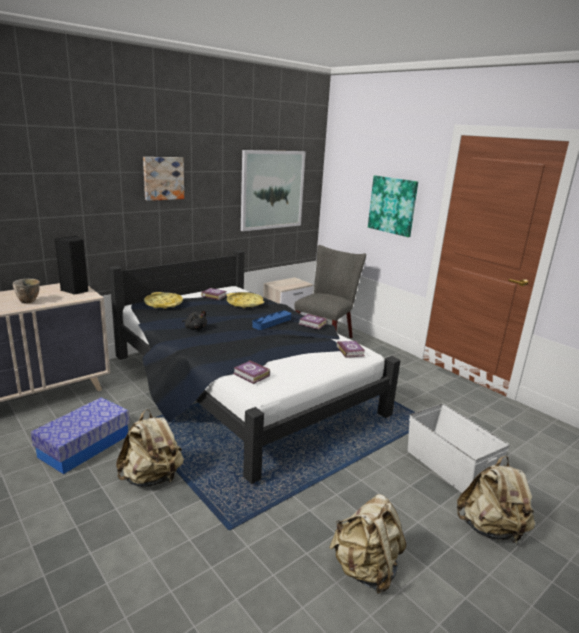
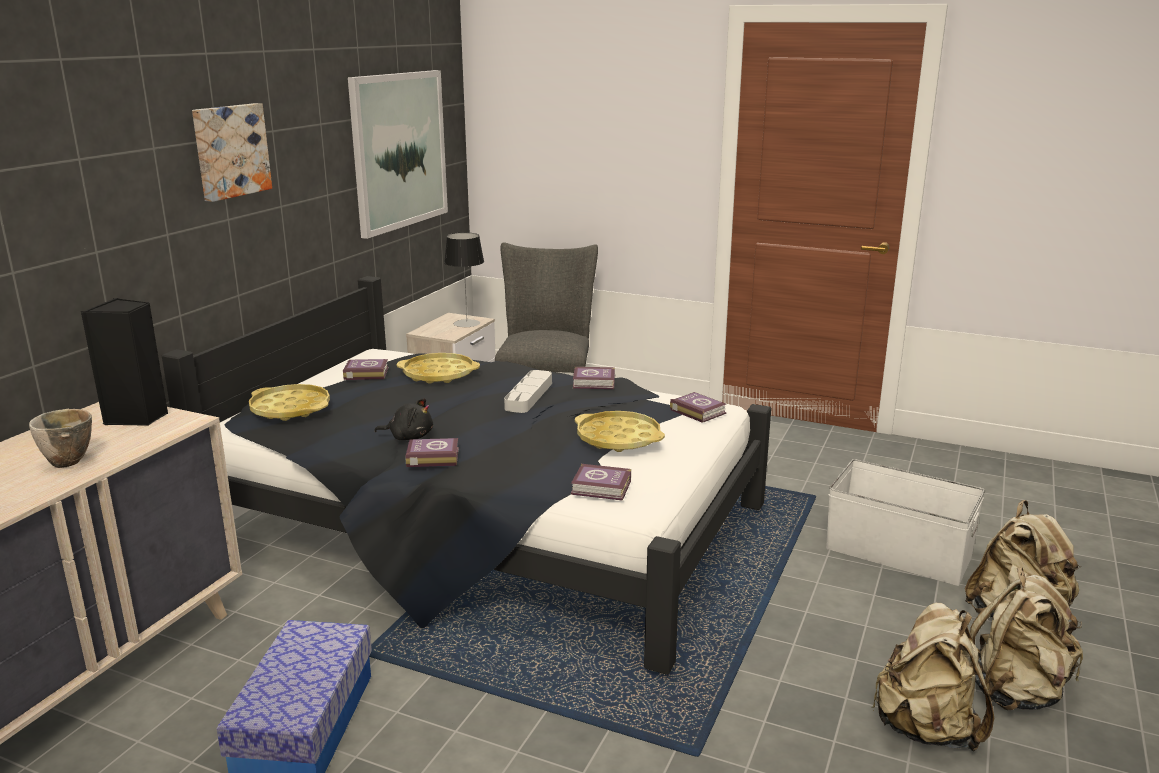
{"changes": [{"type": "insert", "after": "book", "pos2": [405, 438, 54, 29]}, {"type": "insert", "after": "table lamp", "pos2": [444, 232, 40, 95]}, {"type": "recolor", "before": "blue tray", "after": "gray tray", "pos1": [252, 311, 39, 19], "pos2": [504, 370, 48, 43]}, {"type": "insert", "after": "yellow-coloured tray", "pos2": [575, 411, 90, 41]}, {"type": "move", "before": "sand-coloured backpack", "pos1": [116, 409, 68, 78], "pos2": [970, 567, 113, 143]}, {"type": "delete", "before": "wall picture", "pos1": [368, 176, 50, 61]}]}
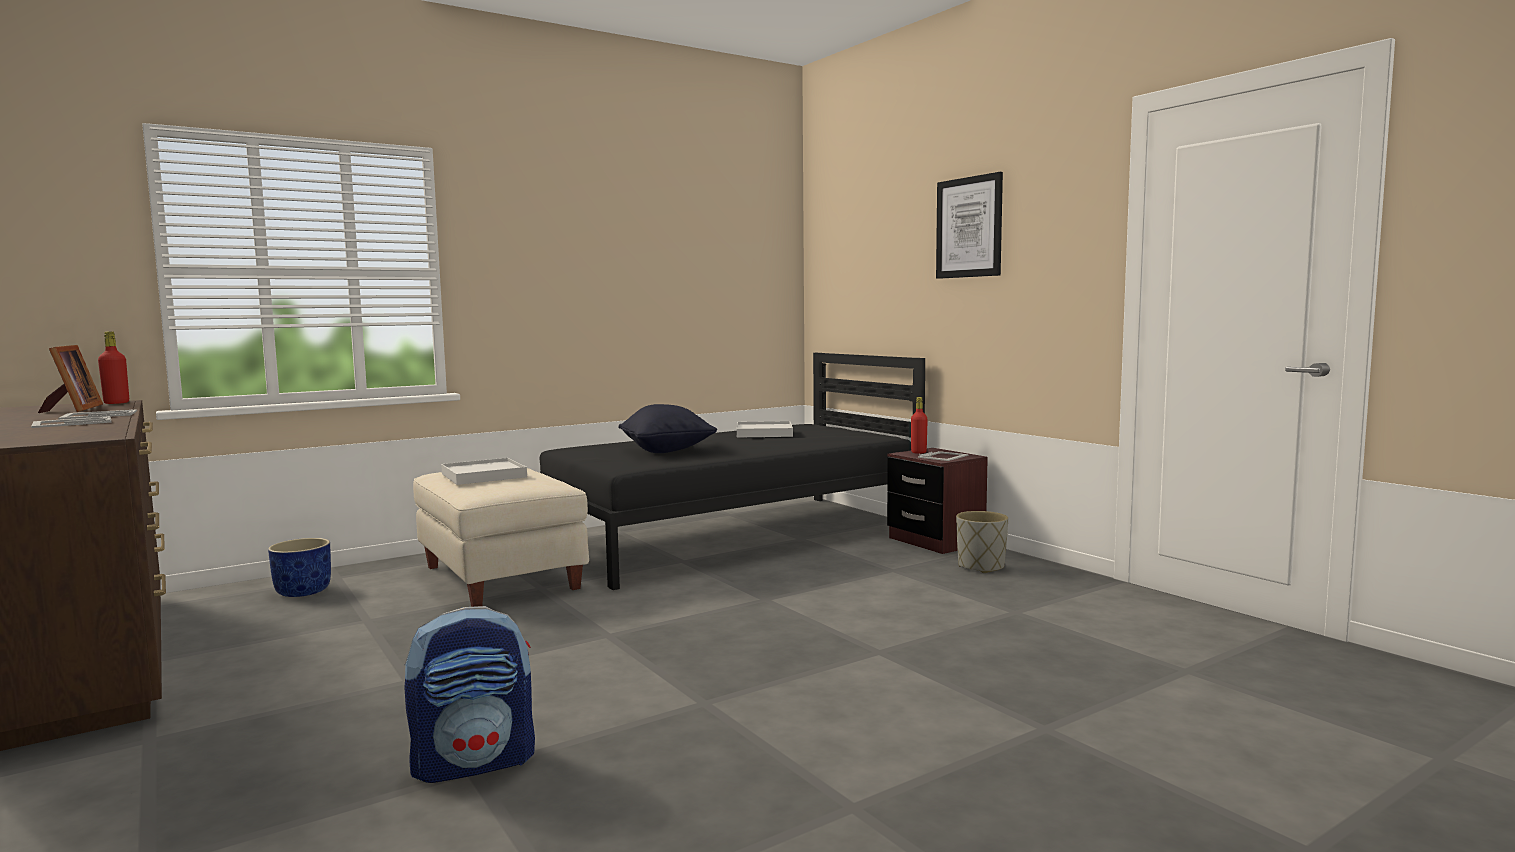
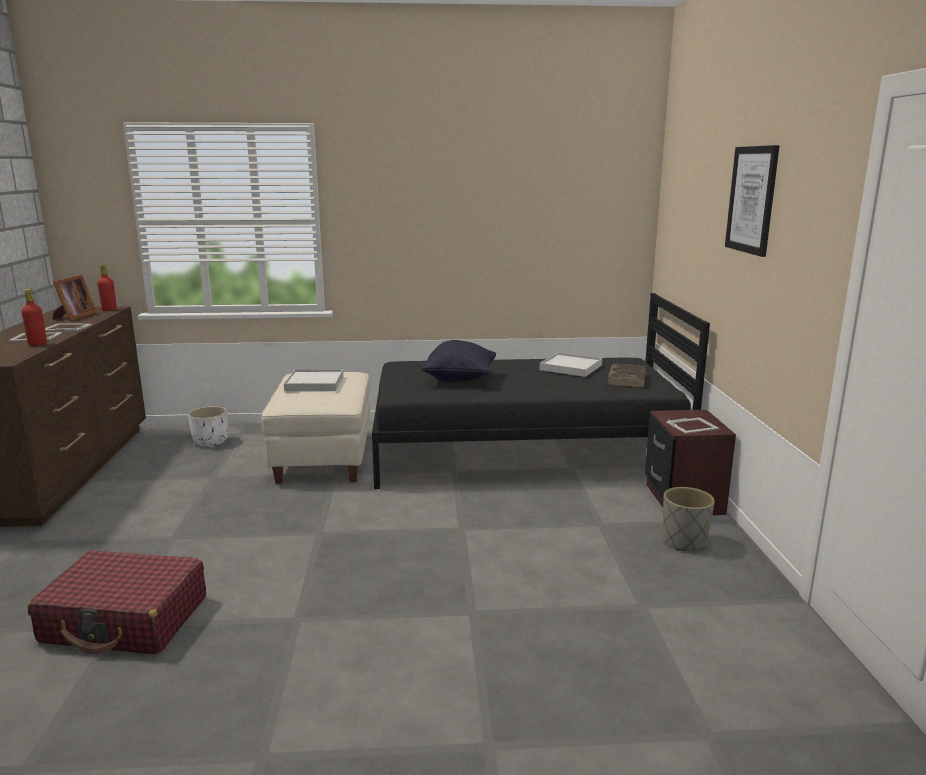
{"changes": [{"type": "move", "before": "reddish bottle", "pos1": [911, 397, 17, 57], "pos2": [21, 289, 26, 57]}, {"type": "replace", "before": "backpack", "after": "reddish suitcase", "pos1": [404, 606, 131, 177], "pos2": [27, 550, 179, 104]}, {"type": "recolor", "before": "blue plant pot", "after": "white-coloured plant pot", "pos1": [268, 538, 63, 59], "pos2": [188, 406, 40, 40]}, {"type": "insert", "after": "brown-coloured book", "pos2": [607, 364, 39, 23]}]}
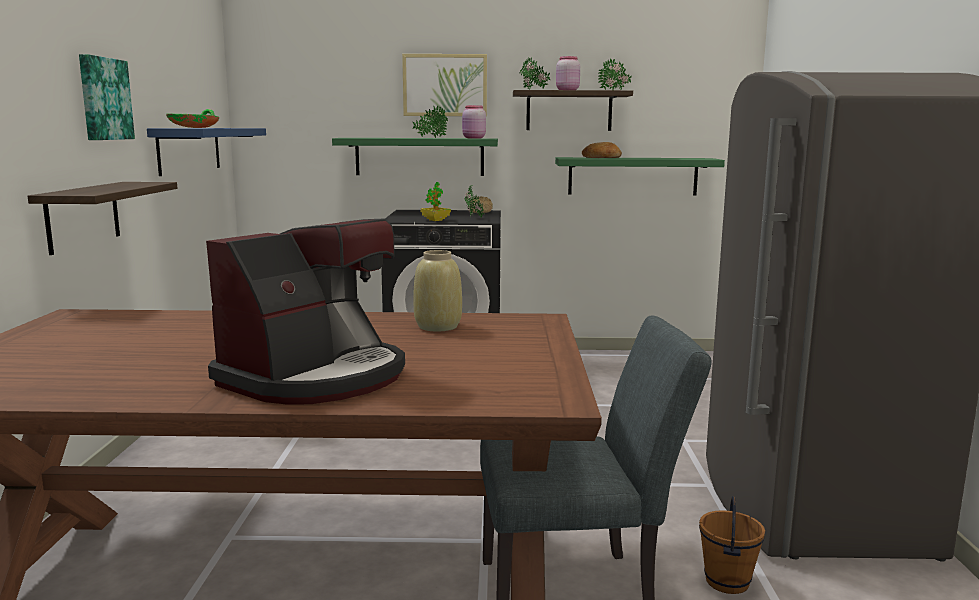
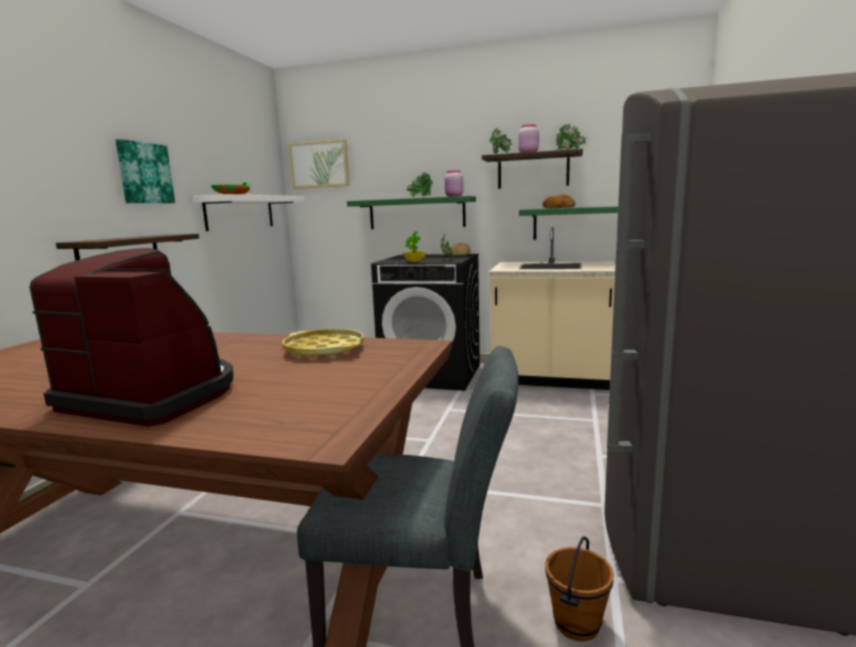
{"changes": [{"type": "rotate", "before": "coffee brewer", "pos1": [206, 219, 199, 186], "pos2": [30, 248, 204, 179], "turn": -120}, {"type": "recolor", "before": "blue wall shelf", "after": "white-coloured wall shelf", "pos1": [147, 128, 119, 48], "pos2": [192, 194, 112, 37]}, {"type": "replace", "before": "sand-coloured decorative vase", "after": "yellow-coloured tray", "pos1": [413, 250, 49, 82], "pos2": [282, 329, 82, 30]}, {"type": "move", "before": "wall picture", "pos1": [402, 54, 85, 62], "pos2": [289, 139, 60, 50]}, {"type": "insert", "after": "sand-coloured kitchen base unit", "pos2": [489, 226, 126, 164]}]}
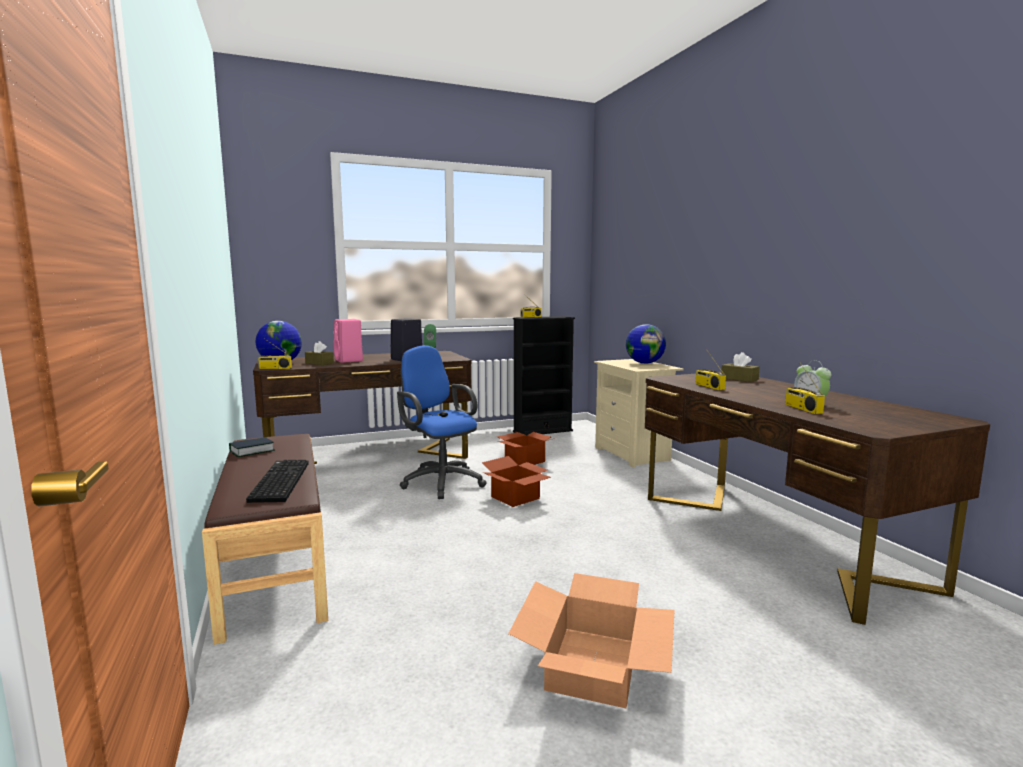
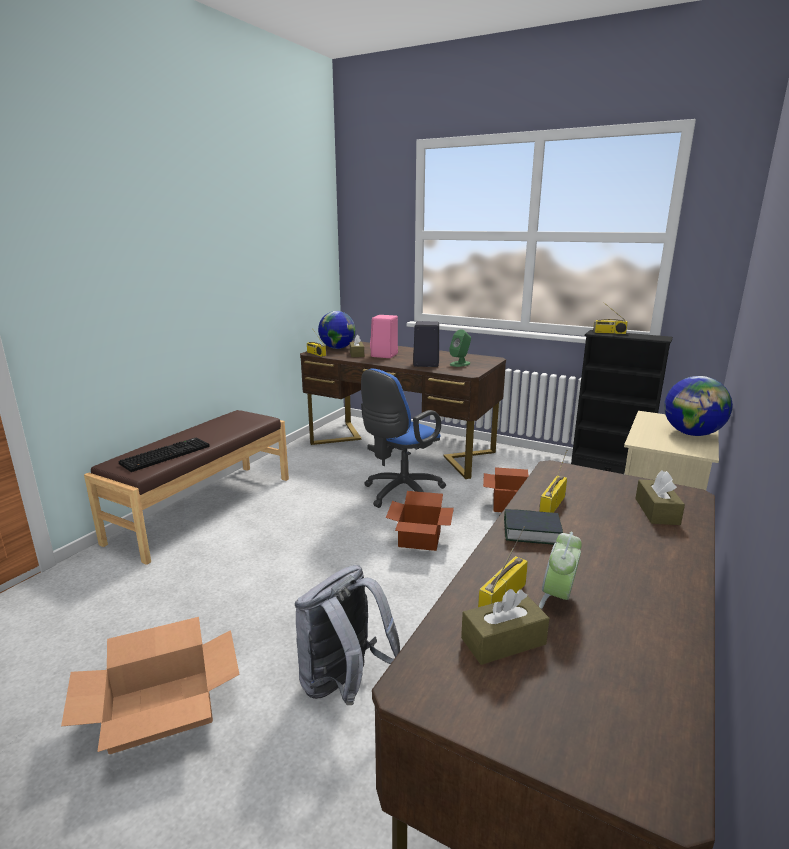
{"changes": [{"type": "insert", "after": "gray backpack", "pos2": [295, 565, 105, 140]}, {"type": "rotate", "before": "blue desk chair", "pos1": [397, 345, 90, 154], "pos2": [361, 369, 85, 139], "turn": -150}, {"type": "insert", "after": "brown-coloured box of tissues", "pos2": [461, 589, 88, 76]}, {"type": "move", "before": "book", "pos1": [229, 437, 46, 20], "pos2": [504, 509, 59, 36]}]}
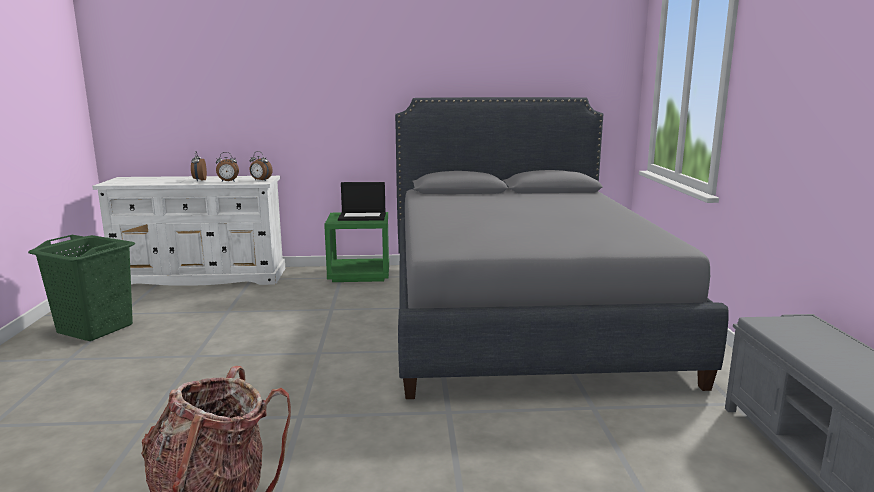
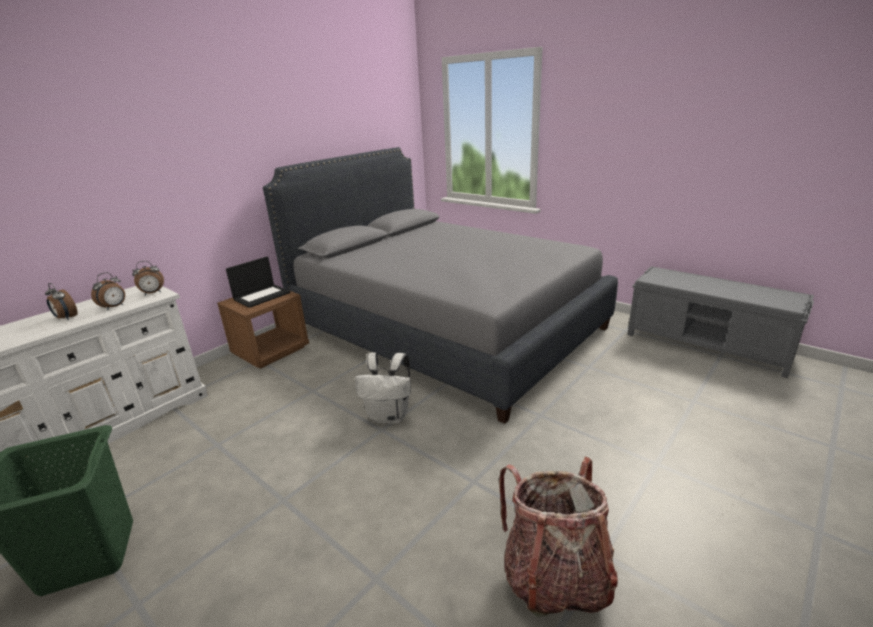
{"changes": [{"type": "recolor", "before": "green night table", "after": "brown-coloured night table", "pos1": [324, 212, 65, 70], "pos2": [217, 289, 92, 79]}, {"type": "insert", "after": "white-coloured backpack", "pos2": [355, 352, 56, 72]}]}
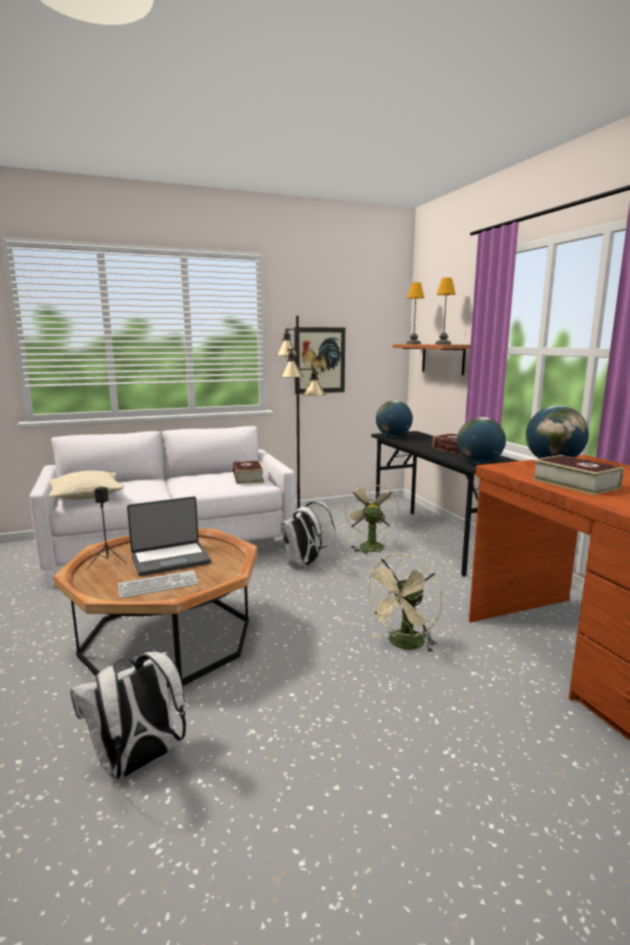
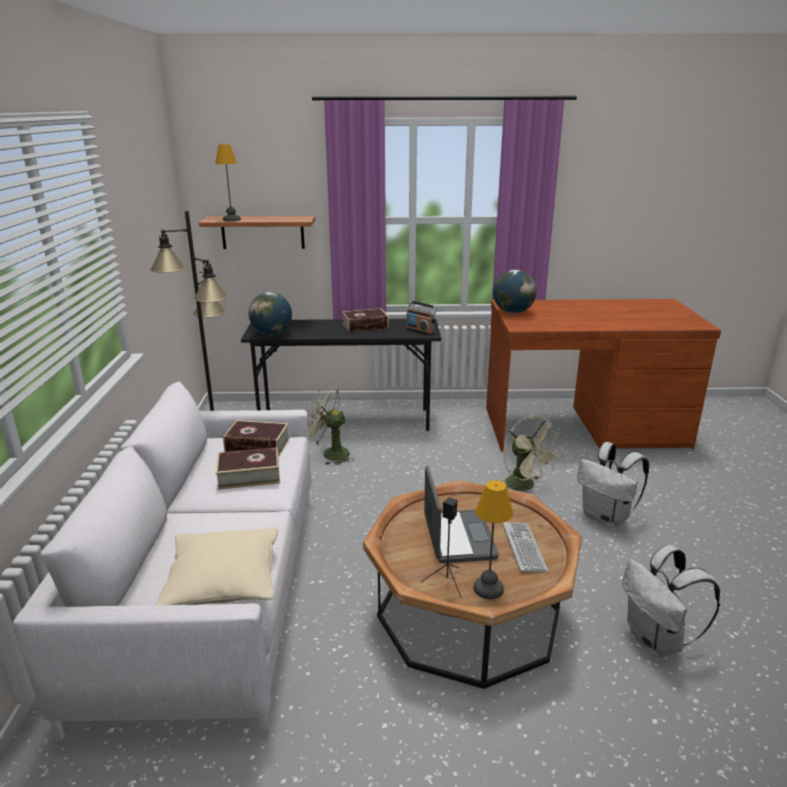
{"changes": [{"type": "move", "before": "book", "pos1": [532, 455, 92, 40], "pos2": [215, 447, 65, 43]}, {"type": "replace", "before": "desk globe", "after": "radio", "pos1": [457, 417, 49, 47], "pos2": [406, 301, 31, 34]}, {"type": "move", "before": "table lamp", "pos1": [435, 278, 21, 66], "pos2": [474, 480, 39, 119]}, {"type": "move", "before": "white-coloured backpack", "pos1": [281, 501, 54, 67], "pos2": [577, 442, 72, 85]}, {"type": "delete", "before": "wall picture", "pos1": [294, 327, 51, 67]}]}
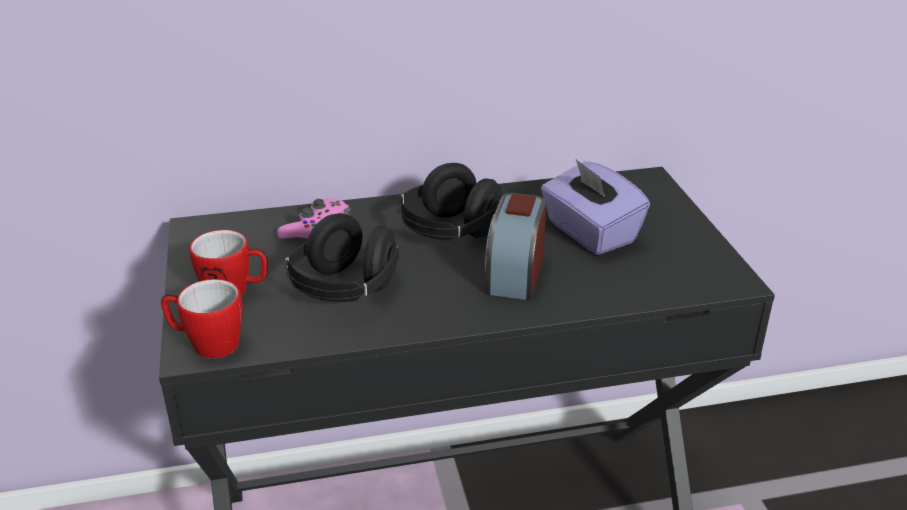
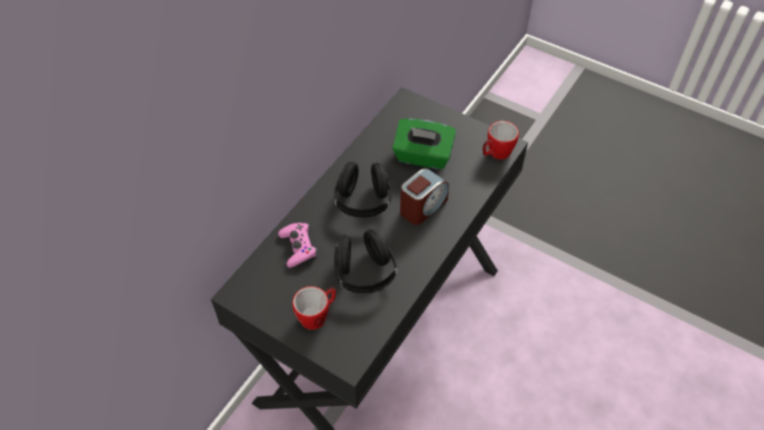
{"changes": [{"type": "recolor", "before": "purple-coloured box of tissues", "after": "green box of tissues", "pos1": [541, 159, 109, 96], "pos2": [392, 118, 64, 51]}, {"type": "rotate", "before": "alarm clock", "pos1": [485, 193, 61, 107], "pos2": [400, 168, 49, 57], "turn": -105}, {"type": "move", "before": "mug", "pos1": [161, 279, 82, 80], "pos2": [483, 121, 36, 38]}]}
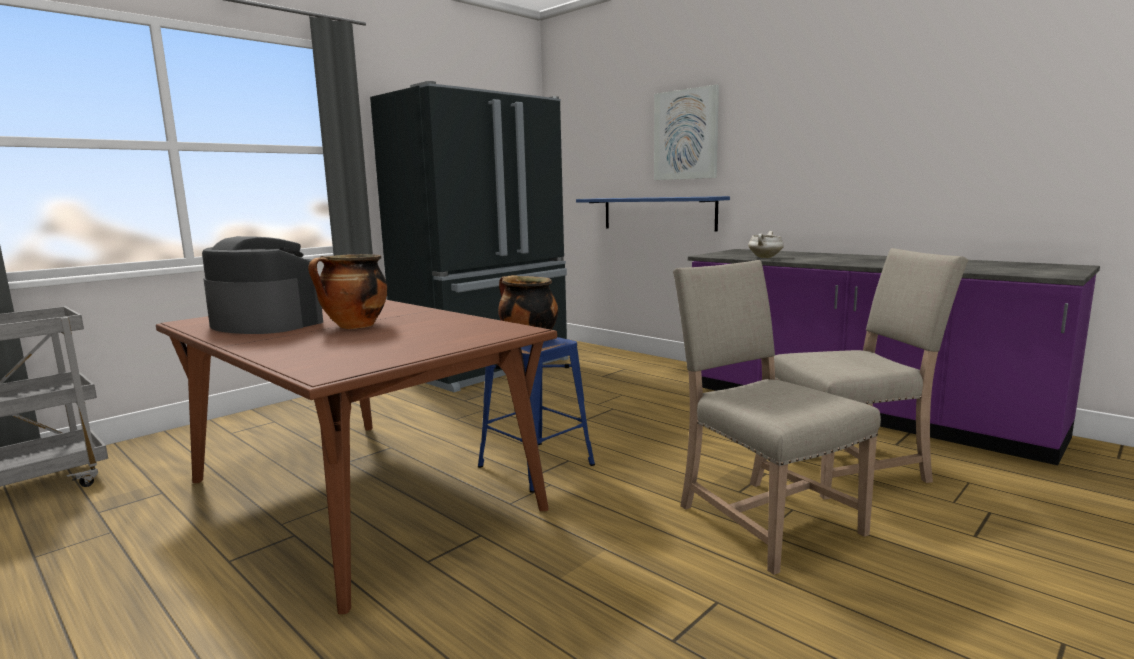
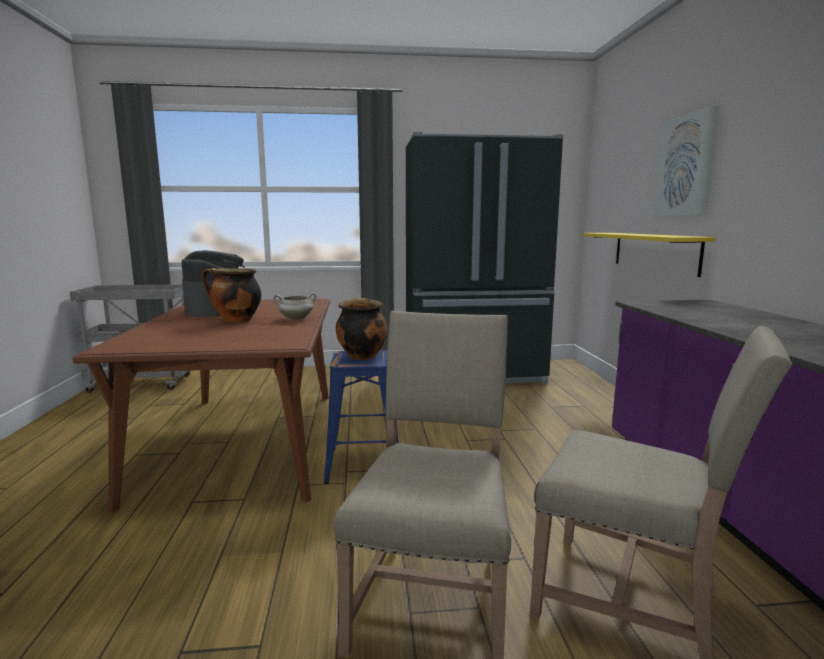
{"changes": [{"type": "move", "before": "white-coloured saucepot", "pos1": [748, 231, 36, 27], "pos2": [273, 293, 43, 27]}, {"type": "recolor", "before": "blue wall shelf", "after": "yellow-coloured wall shelf", "pos1": [576, 196, 154, 36], "pos2": [583, 233, 133, 44]}]}
